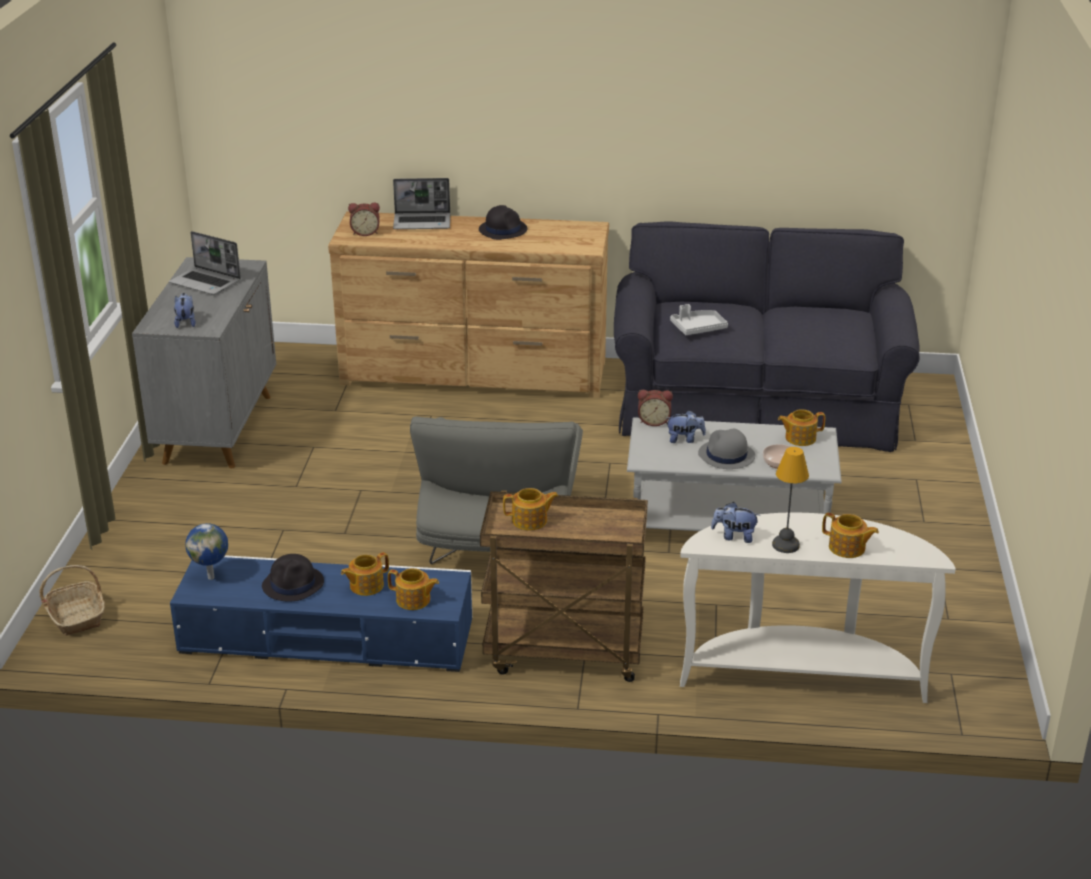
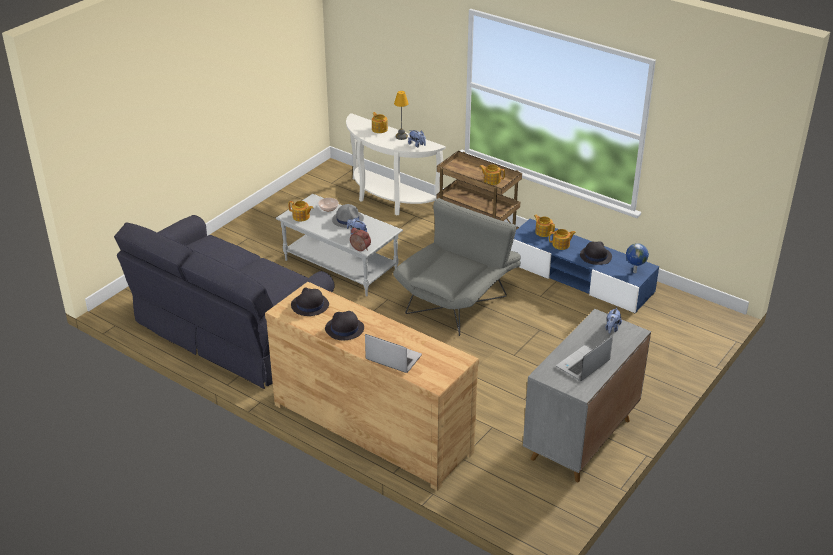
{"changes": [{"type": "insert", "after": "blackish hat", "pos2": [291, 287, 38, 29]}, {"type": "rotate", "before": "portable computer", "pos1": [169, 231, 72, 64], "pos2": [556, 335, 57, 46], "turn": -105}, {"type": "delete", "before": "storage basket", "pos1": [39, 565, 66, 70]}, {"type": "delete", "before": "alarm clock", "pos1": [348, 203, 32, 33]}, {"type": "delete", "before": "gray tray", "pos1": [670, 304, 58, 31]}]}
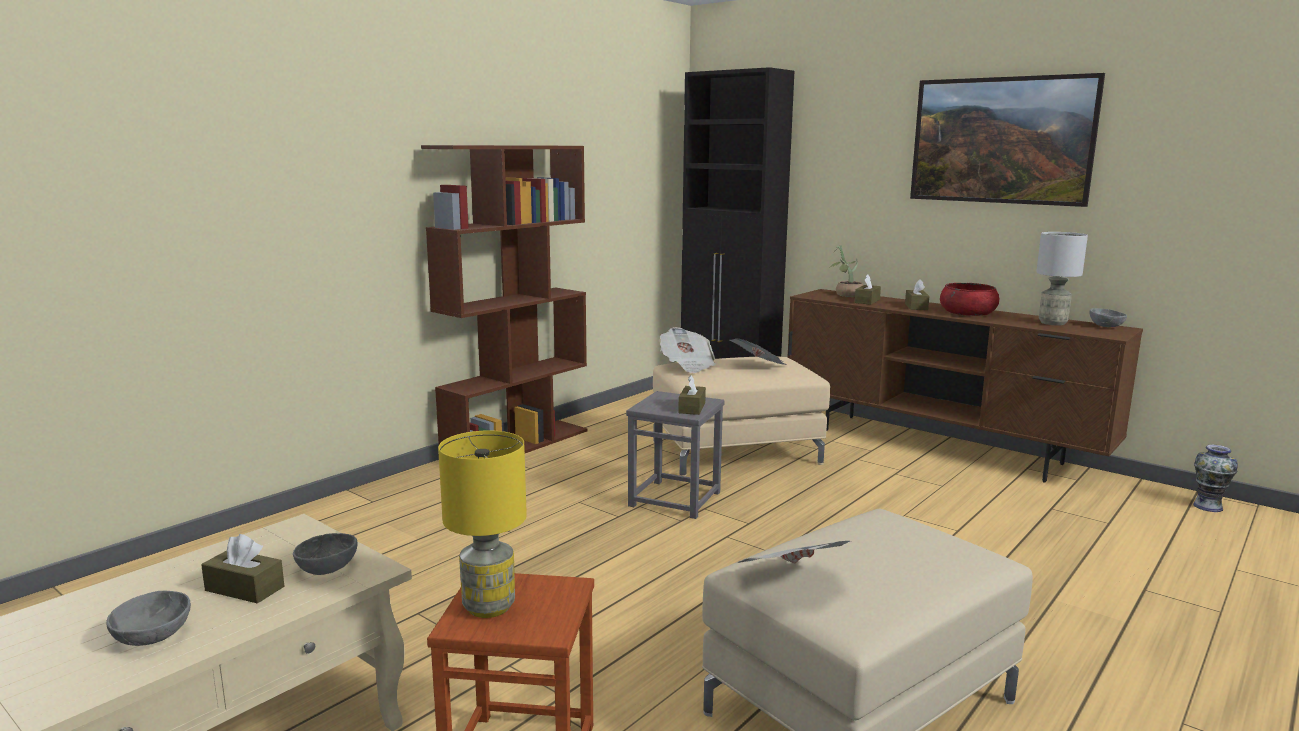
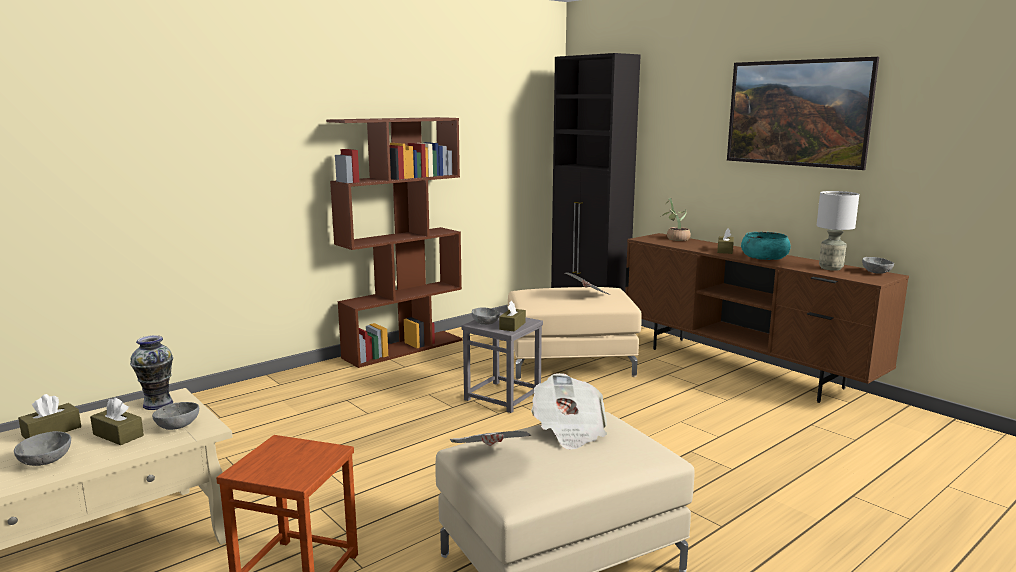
{"changes": [{"type": "move", "before": "brown-coloured box of tissues", "pos1": [855, 275, 26, 30], "pos2": [18, 394, 63, 45]}, {"type": "move", "before": "decorative vase", "pos1": [1193, 445, 45, 67], "pos2": [130, 335, 43, 75]}, {"type": "insert", "after": "gray bowl", "pos2": [472, 307, 28, 18]}, {"type": "move", "before": "daily paper", "pos1": [660, 327, 56, 46], "pos2": [532, 373, 75, 77]}, {"type": "recolor", "before": "reddish bowl", "after": "turquoise-coloured bowl", "pos1": [940, 283, 60, 33], "pos2": [741, 232, 50, 28]}, {"type": "delete", "before": "yellow-coloured table lamp", "pos1": [438, 430, 89, 188]}]}
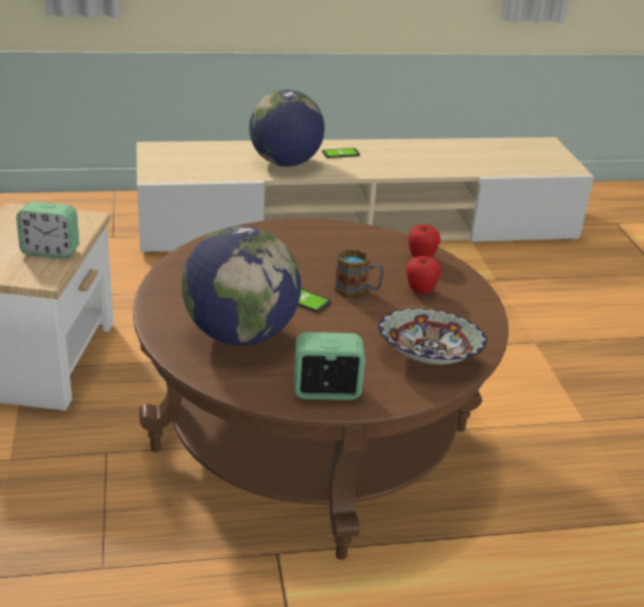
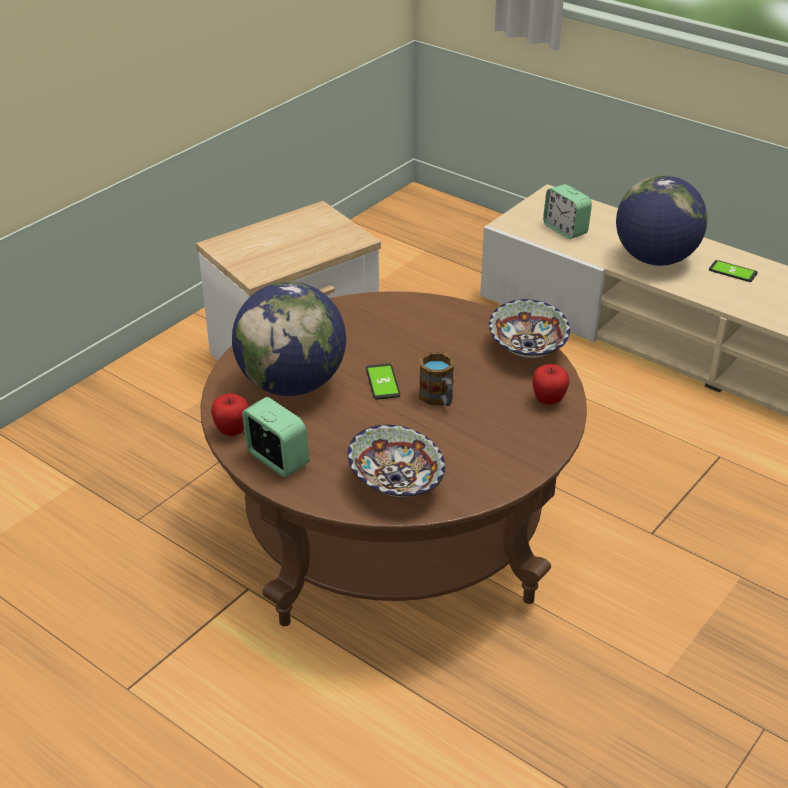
{"changes": [{"type": "move", "before": "apple", "pos1": [406, 256, 35, 38], "pos2": [211, 393, 38, 43]}, {"type": "insert", "after": "bowl", "pos2": [489, 299, 81, 59]}, {"type": "move", "before": "alarm clock", "pos1": [16, 201, 63, 58], "pos2": [543, 184, 49, 55]}]}
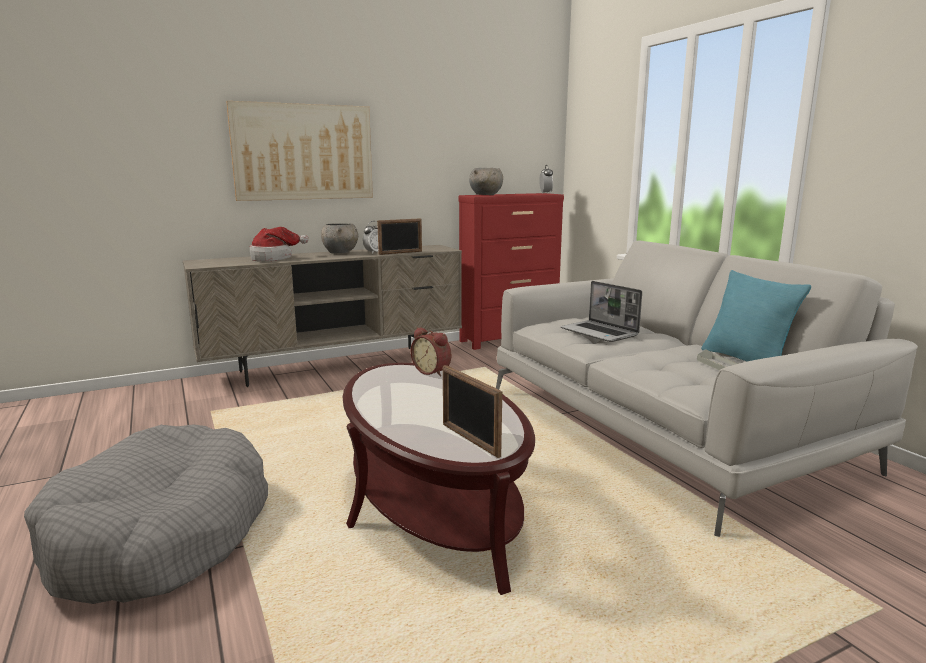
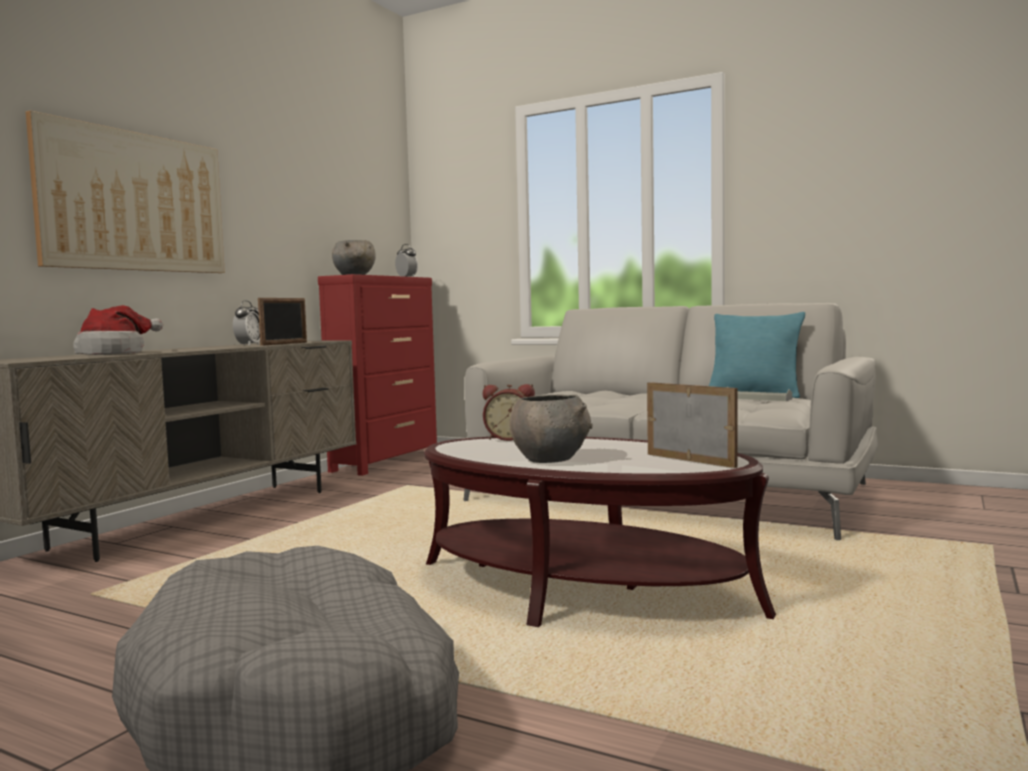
{"changes": [{"type": "move", "before": "gray bowl", "pos1": [321, 223, 37, 30], "pos2": [509, 394, 84, 69]}, {"type": "rotate", "before": "photo frame", "pos1": [443, 365, 59, 93], "pos2": [647, 382, 91, 86], "turn": -150}, {"type": "delete", "before": "portable computer", "pos1": [561, 281, 81, 61]}]}
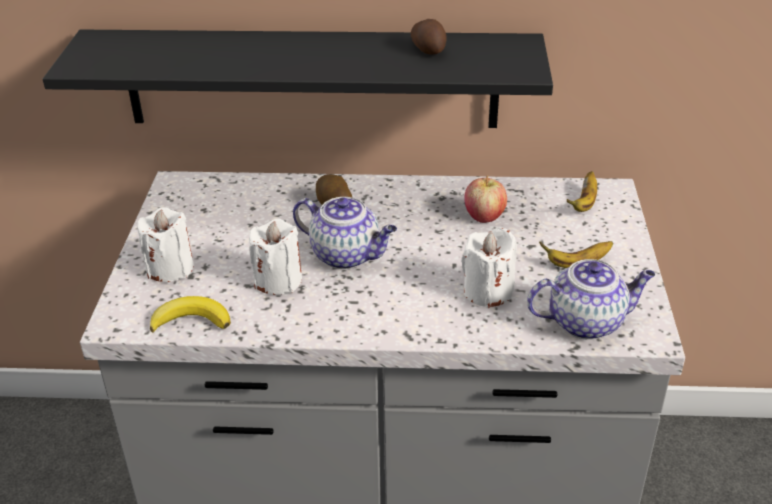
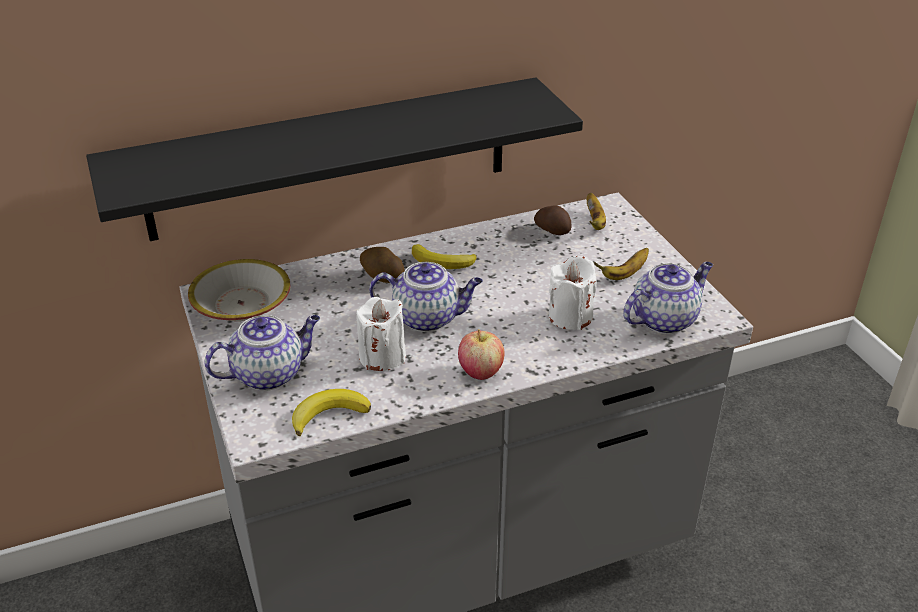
{"changes": [{"type": "insert", "after": "bowl", "pos2": [188, 259, 103, 62]}, {"type": "replace", "before": "white-coloured wax light", "after": "tea pot", "pos1": [137, 207, 57, 75], "pos2": [205, 315, 115, 76]}, {"type": "insert", "after": "banana fruit", "pos2": [412, 244, 65, 25]}, {"type": "move", "before": "apple", "pos1": [464, 176, 43, 47], "pos2": [458, 329, 47, 51]}, {"type": "move", "before": "whole potato", "pos1": [411, 19, 35, 36], "pos2": [534, 205, 37, 30]}]}
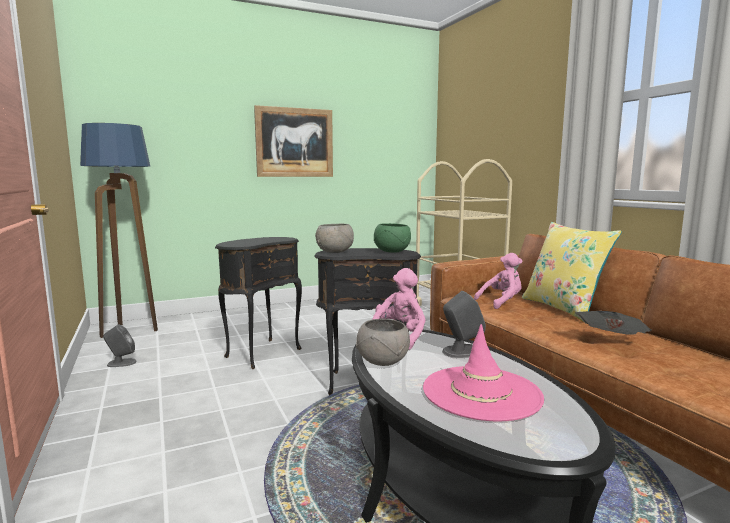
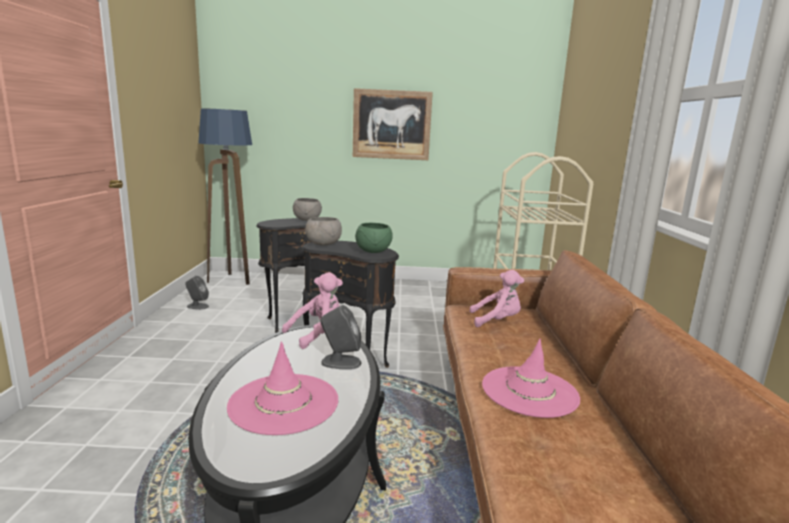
{"changes": [{"type": "move", "before": "gray bowl", "pos1": [356, 319, 54, 47], "pos2": [293, 198, 29, 23]}, {"type": "replace", "before": "daily paper", "after": "pink-coloured hat", "pos1": [575, 311, 77, 24], "pos2": [482, 339, 98, 79]}, {"type": "delete", "before": "yellow-coloured throw pillow", "pos1": [522, 222, 100, 99]}]}
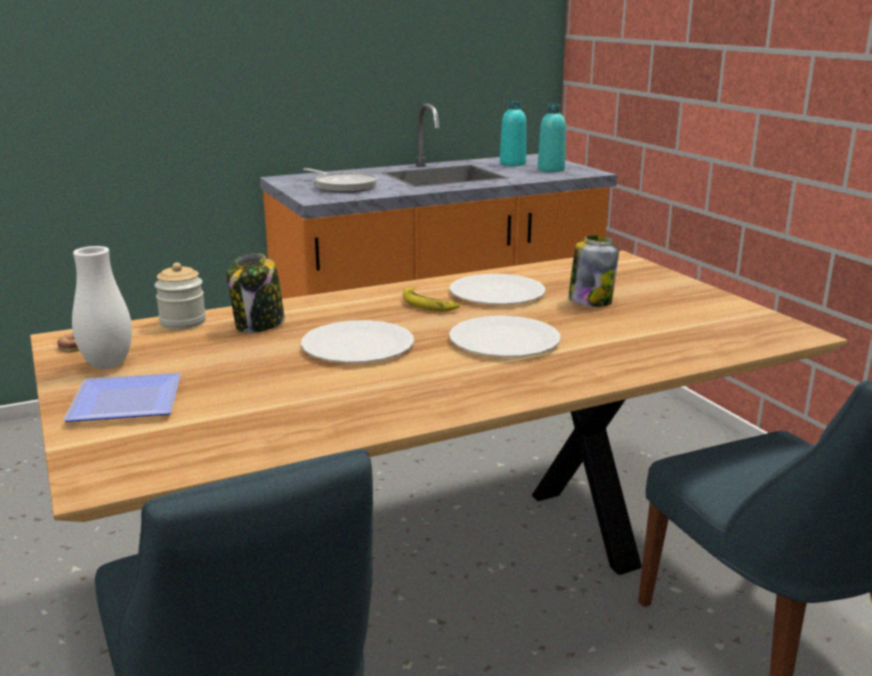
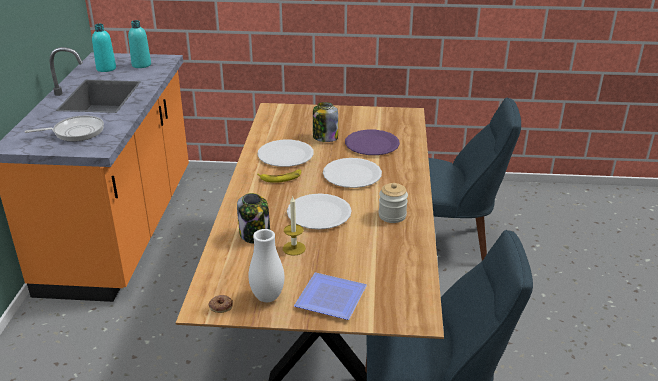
{"changes": [{"type": "insert", "after": "wax light", "pos2": [283, 195, 23, 60]}, {"type": "insert", "after": "purple-coloured plate", "pos2": [345, 130, 55, 25]}, {"type": "move", "before": "jar", "pos1": [155, 263, 51, 66], "pos2": [379, 183, 29, 40]}]}
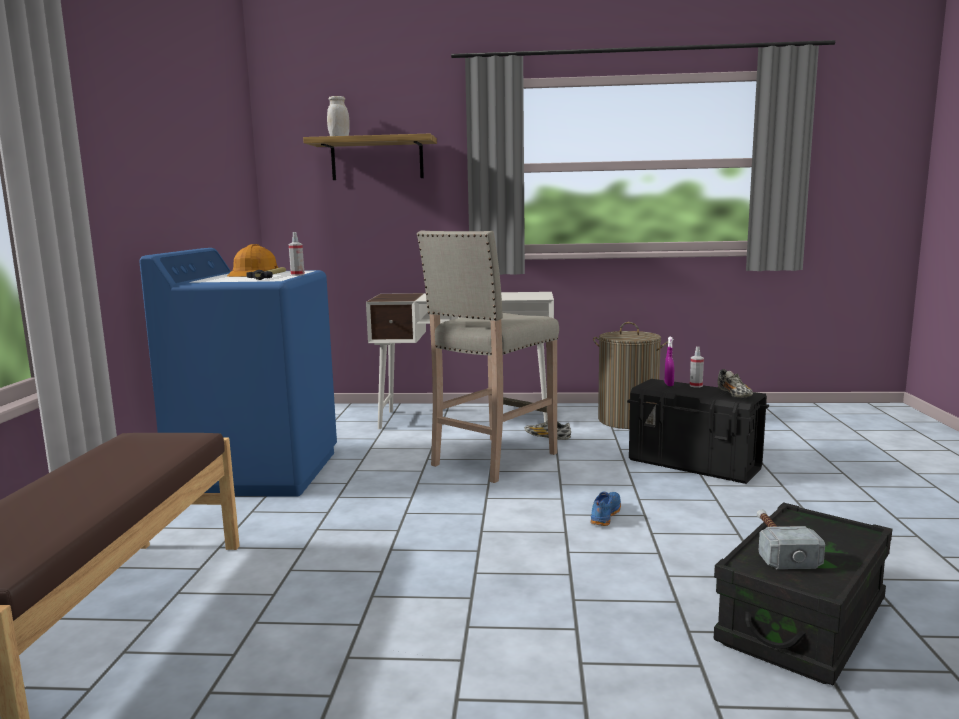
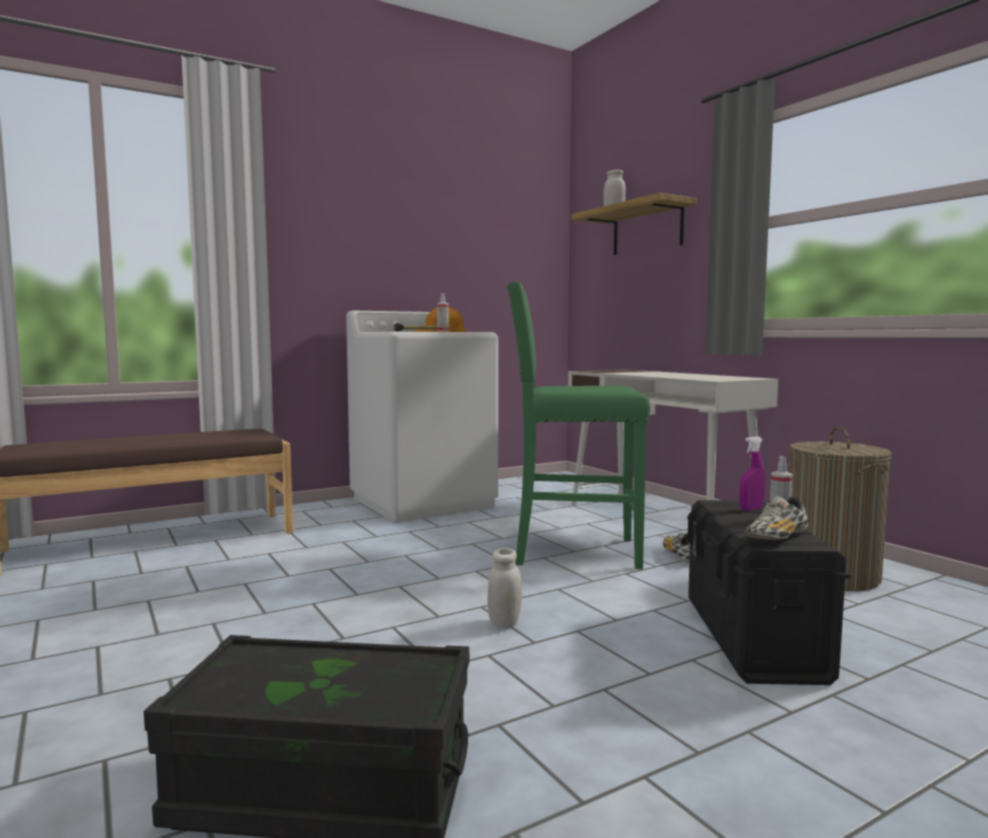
{"changes": [{"type": "recolor", "before": "blue laundry appliance", "after": "white-coloured laundry appliance", "pos1": [139, 248, 198, 249], "pos2": [346, 311, 152, 212]}, {"type": "replace", "before": "blue item of footwear", "after": "white-coloured jar", "pos1": [590, 492, 31, 34], "pos2": [488, 548, 34, 81]}, {"type": "recolor", "before": "sand-coloured stool", "after": "green stool", "pos1": [417, 231, 142, 252], "pos2": [507, 281, 143, 288]}, {"type": "delete", "before": "hammer", "pos1": [757, 510, 68, 59]}]}
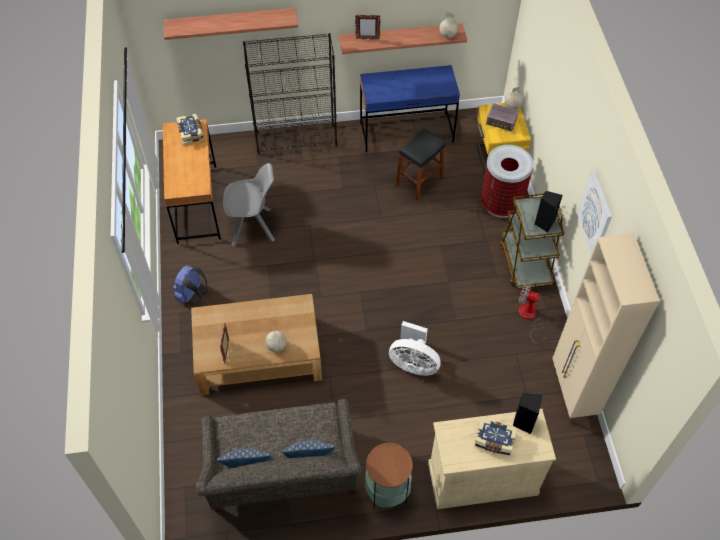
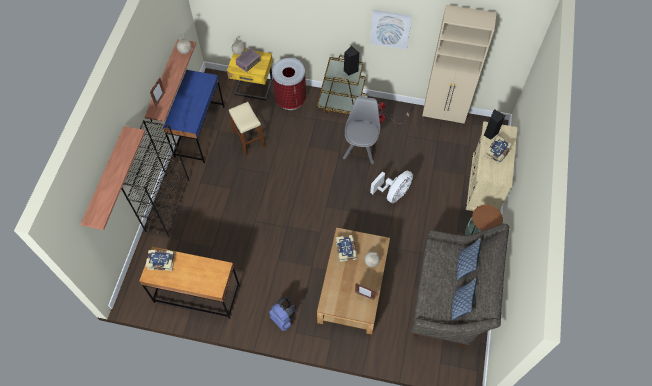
{"changes": [{"type": "recolor", "before": "blackish stool", "after": "sand-coloured stool", "pos1": [396, 128, 50, 73], "pos2": [229, 102, 36, 53]}, {"type": "insert", "after": "book", "pos2": [335, 235, 22, 27]}, {"type": "move", "before": "gray upright chair", "pos1": [223, 163, 52, 83], "pos2": [343, 96, 37, 68]}]}
